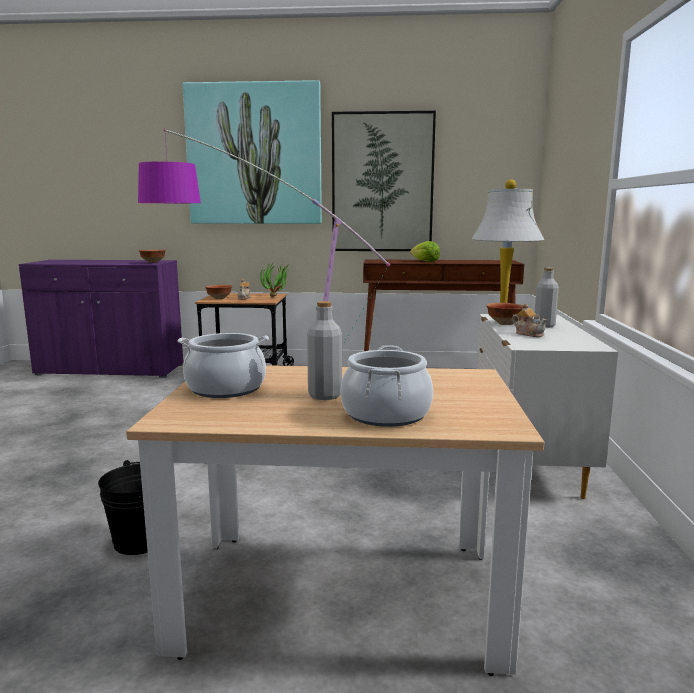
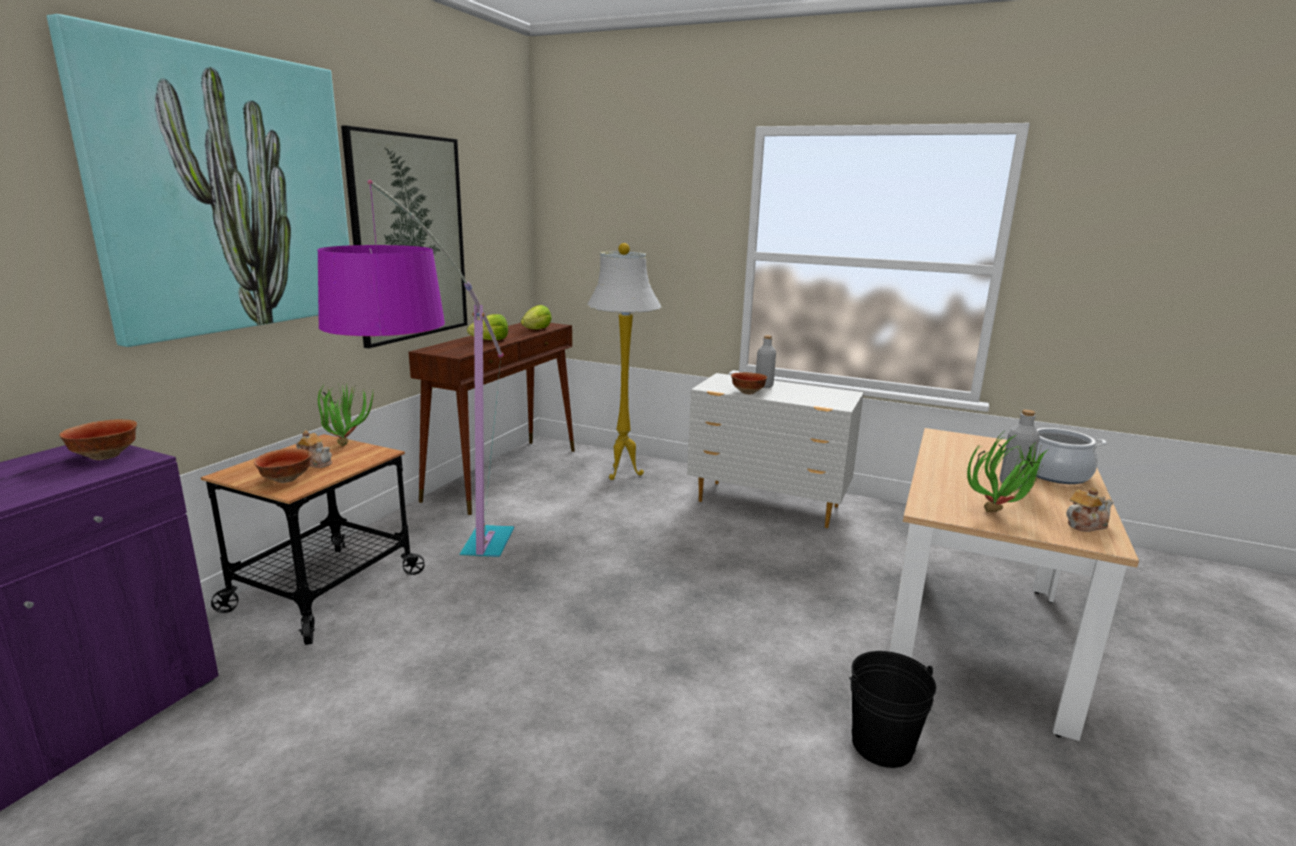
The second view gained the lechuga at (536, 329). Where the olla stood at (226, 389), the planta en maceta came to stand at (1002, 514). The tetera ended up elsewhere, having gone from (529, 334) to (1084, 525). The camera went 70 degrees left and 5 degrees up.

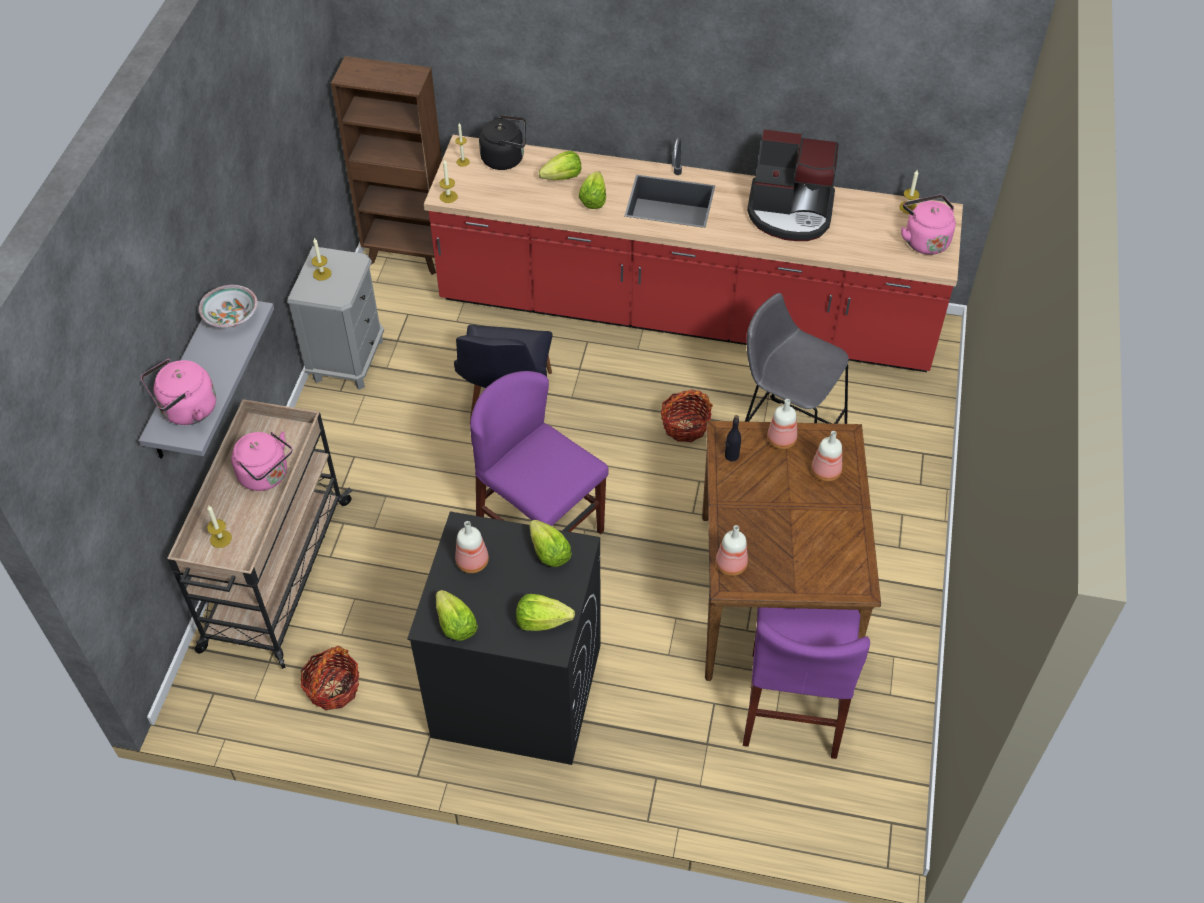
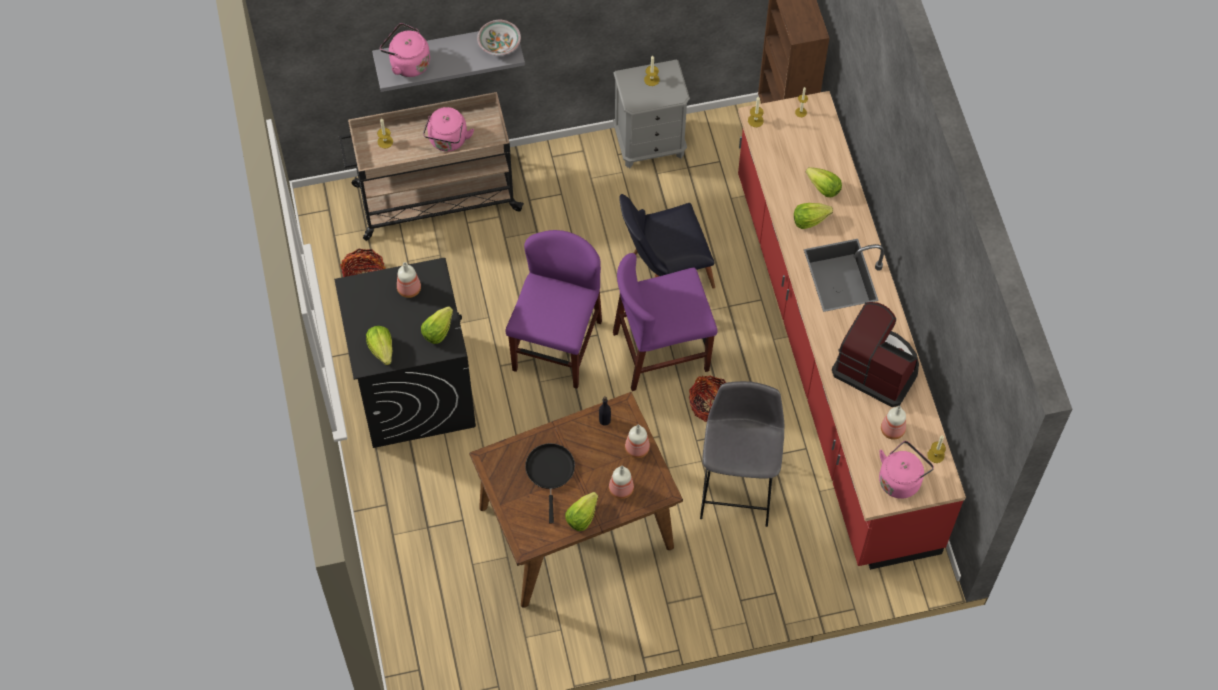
The second view gained the sartén/negro at (550, 472). The lechuga ended up elsewhere, having gone from (455, 625) to (582, 516). The silla/morado ended up elsewhere, having gone from (793, 703) to (661, 351). The cafetera at (790, 213) ended up facing another way, 135 degrees clockwise from before. The botella ended up elsewhere, having gone from (730, 566) to (891, 430). The second view lost the hervidor/negro at (506, 158). The camera went 65 degrees right and 10 degrees up.

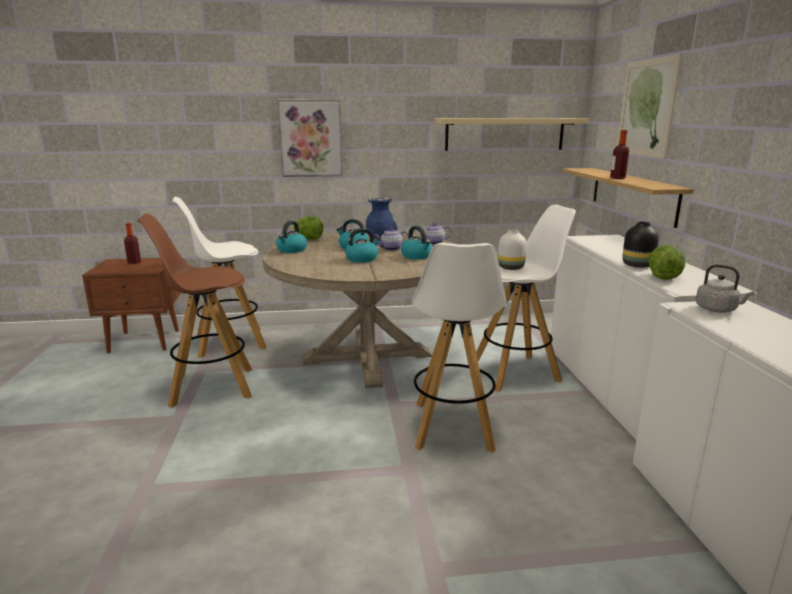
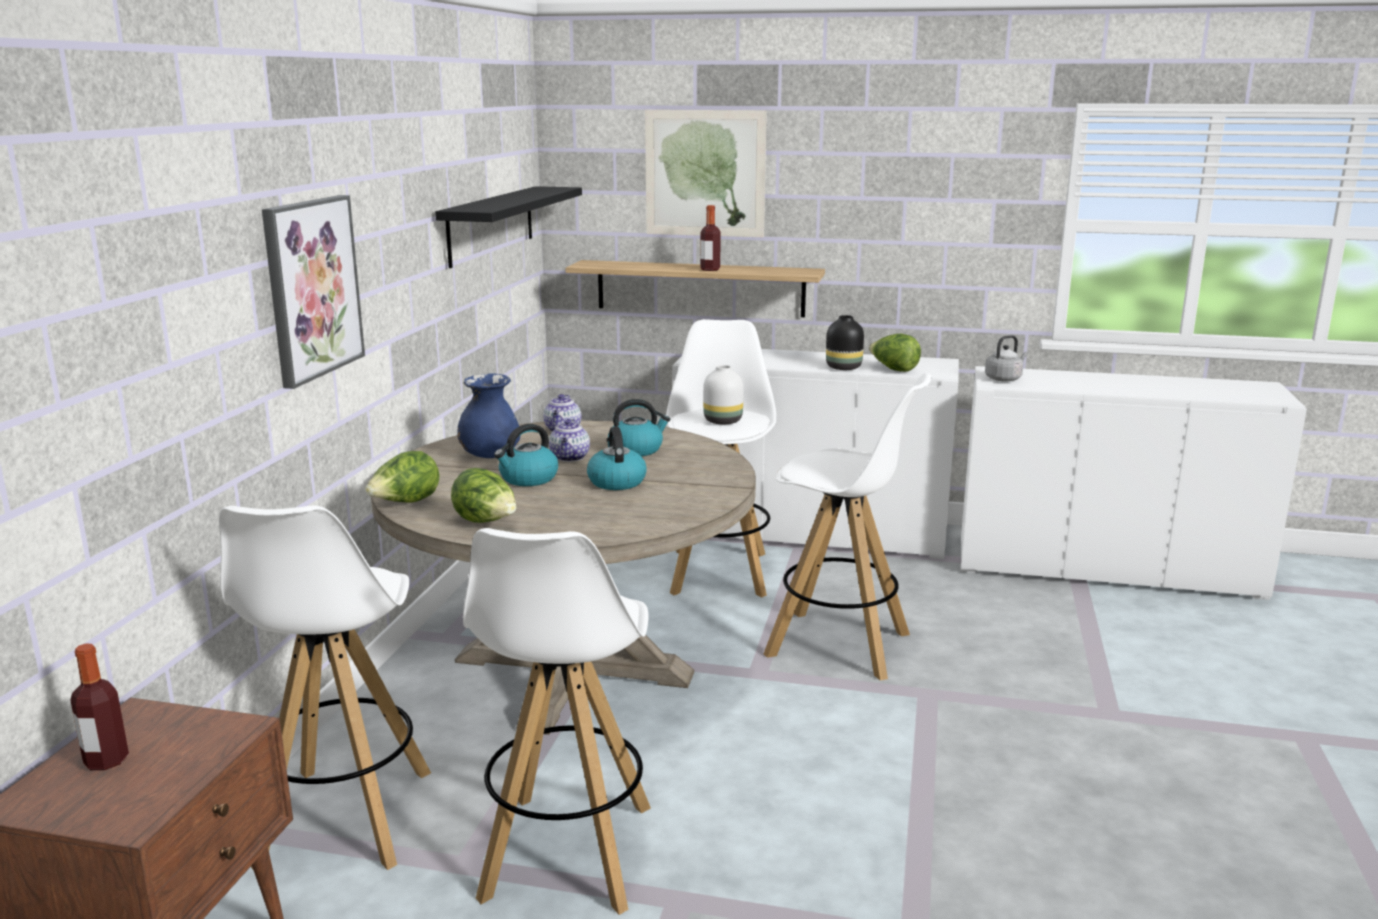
What was the estante/beis at (504, 134) turned into the estante/negro at (491, 224). Where the hervidor stood at (291, 250), the lechuga came to stand at (486, 522). What was the taburete/marrón at (211, 387) turned into the taburete/blanco at (567, 853). The camera went 70 degrees left and 0 degrees up.

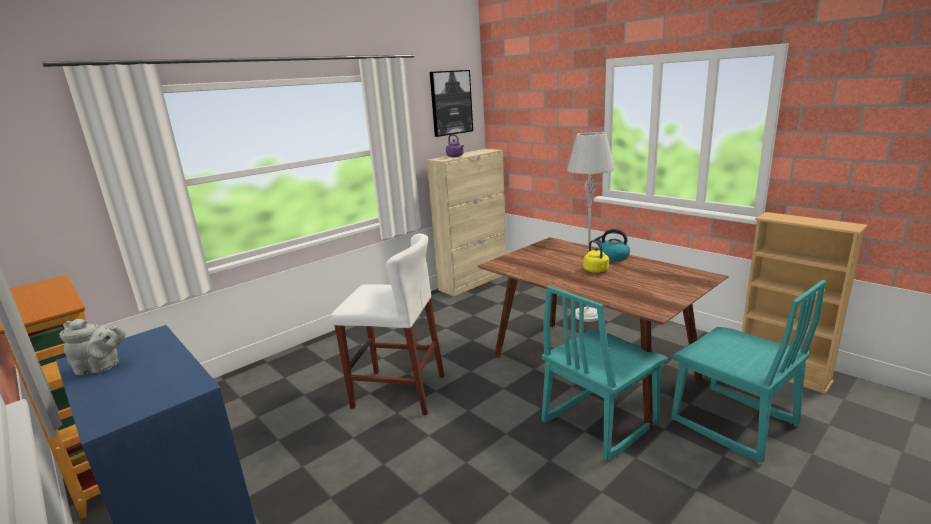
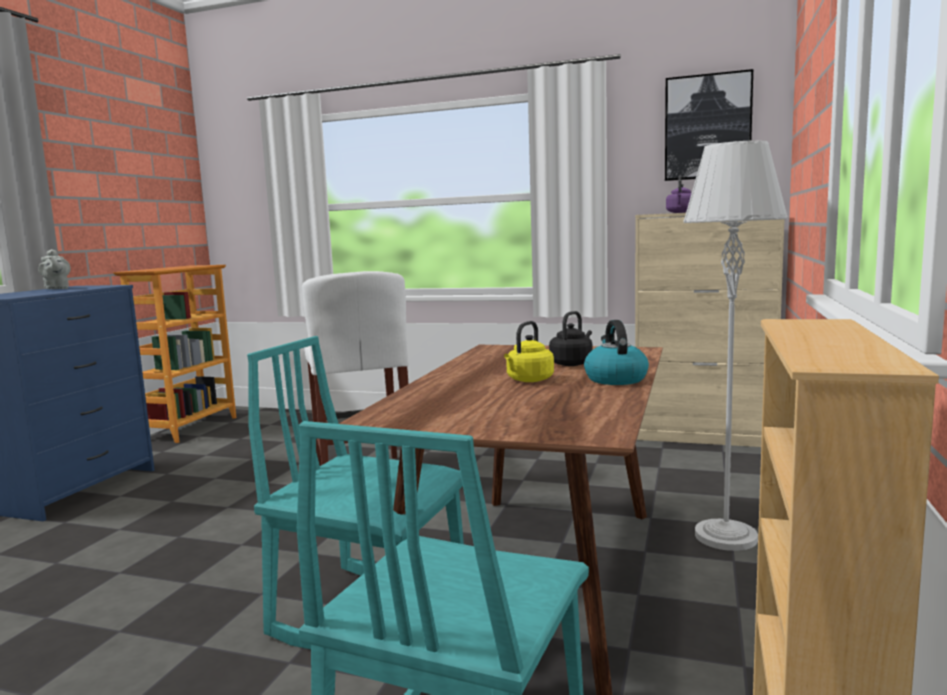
The second view gained the hervidor/negro at (572, 363). The camera went 60 degrees right and 10 degrees down.

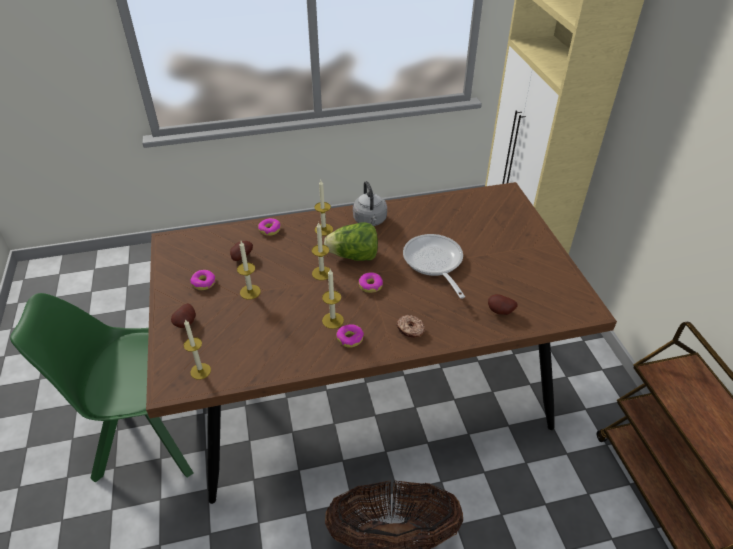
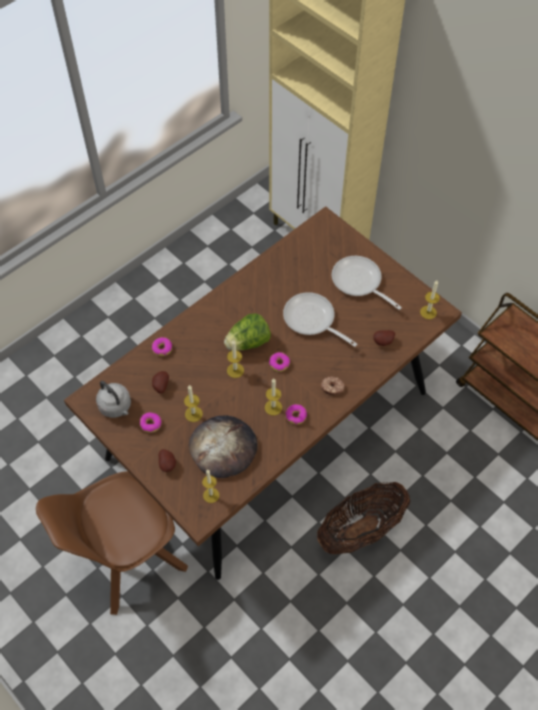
What was the silla/verde at (147, 436) turned into the silla/marrón at (127, 559). The hervidor/gris ended up elsewhere, having gone from (370, 221) to (116, 407). The second view gained the pan at (223, 448). The second view gained the sartén at (359, 282). The vela ended up elsewhere, having gone from (323, 229) to (428, 312). The camera went 30 degrees left and 15 degrees up.

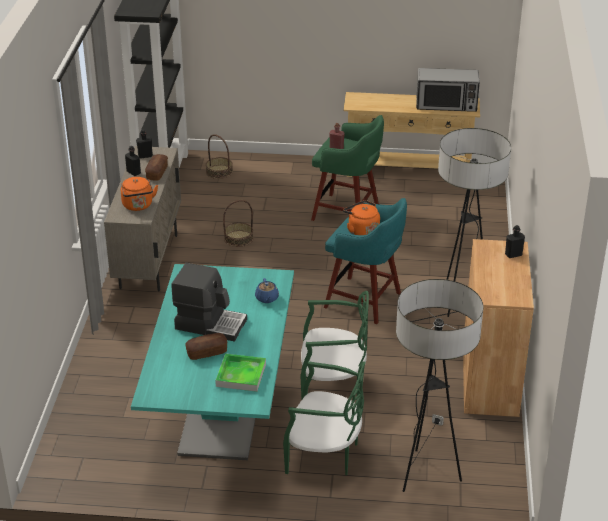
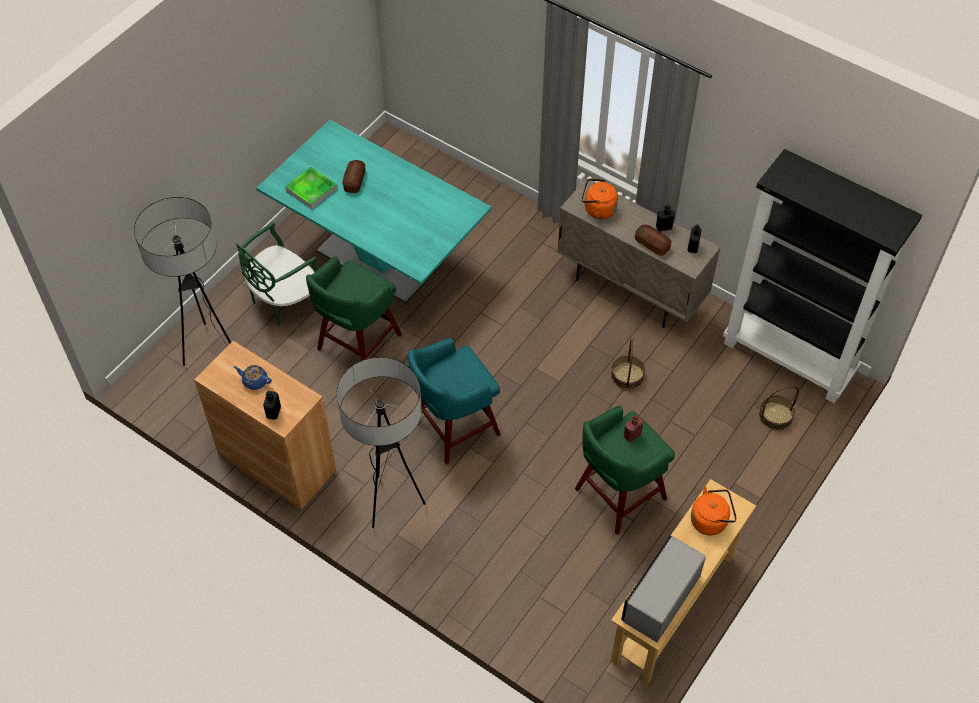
The tetera/azul ended up elsewhere, having gone from (267, 298) to (254, 381). Where the silla/verde stood at (332, 385), the taburete/verde came to stand at (357, 343). The hervidor/naranja ended up elsewhere, having gone from (361, 231) to (711, 520). The second view lost the cafetera at (210, 323). The camera went 120 degrees right and 20 degrees up.

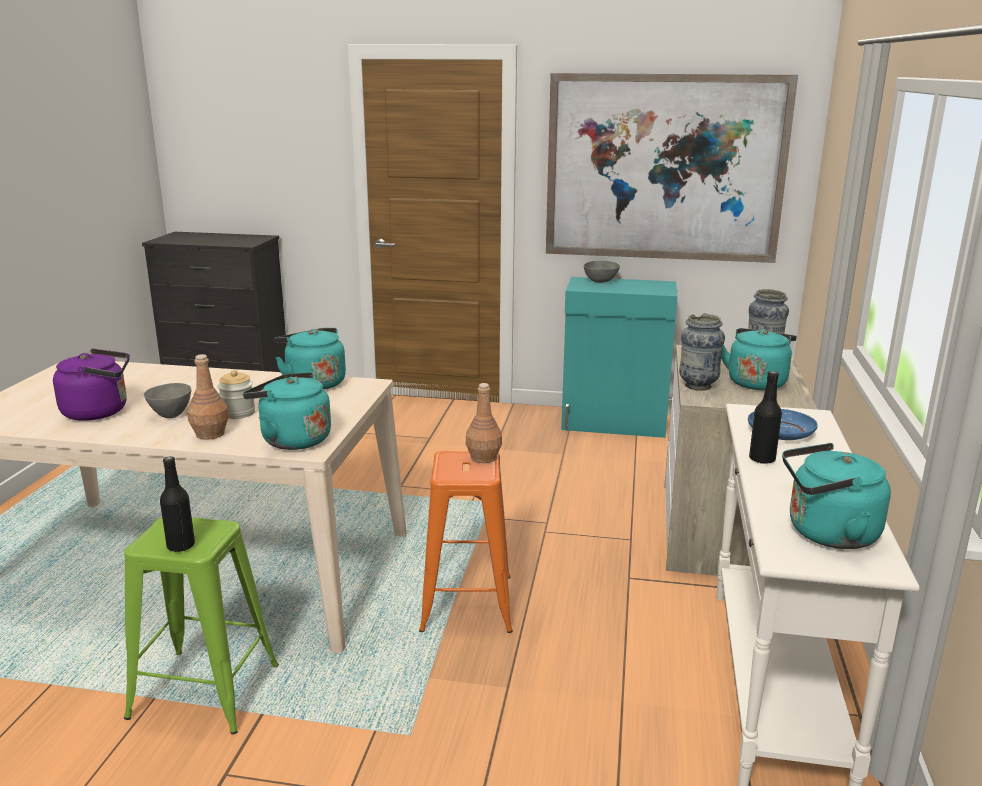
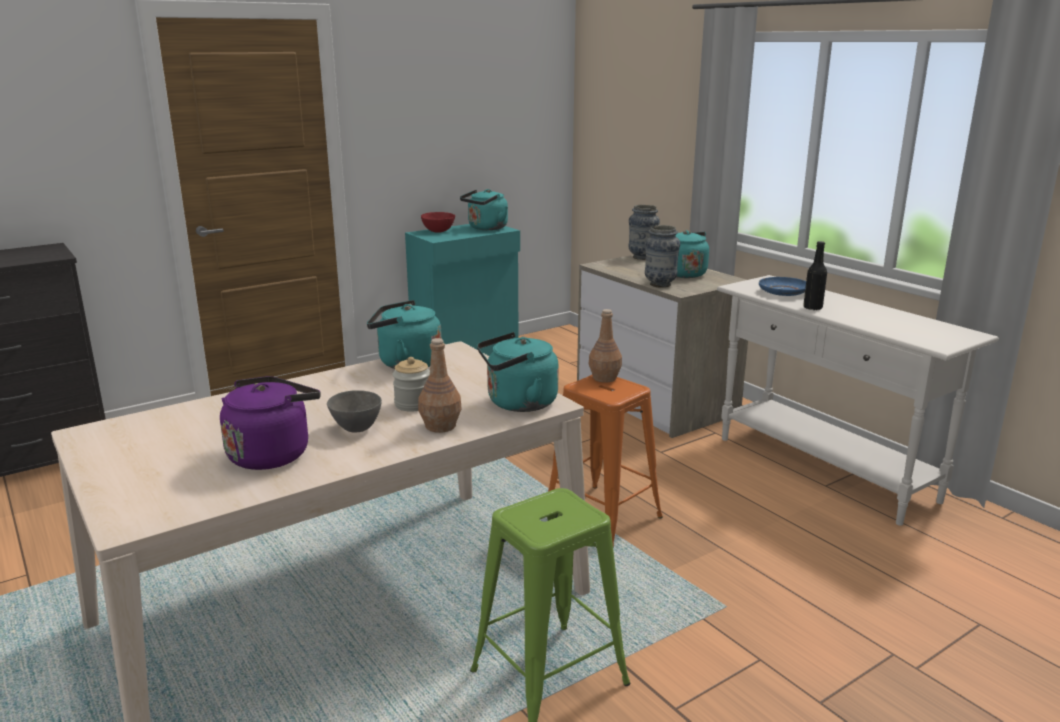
What was the cuenco/gris at (601, 281) turned into the cuenco/rojo at (438, 231). The hervidor/turquesa ended up elsewhere, having gone from (827, 534) to (486, 228). The second view lost the botella/negro at (181, 546). The second view lost the cuadro at (664, 168). The camera went 45 degrees left and 0 degrees up.

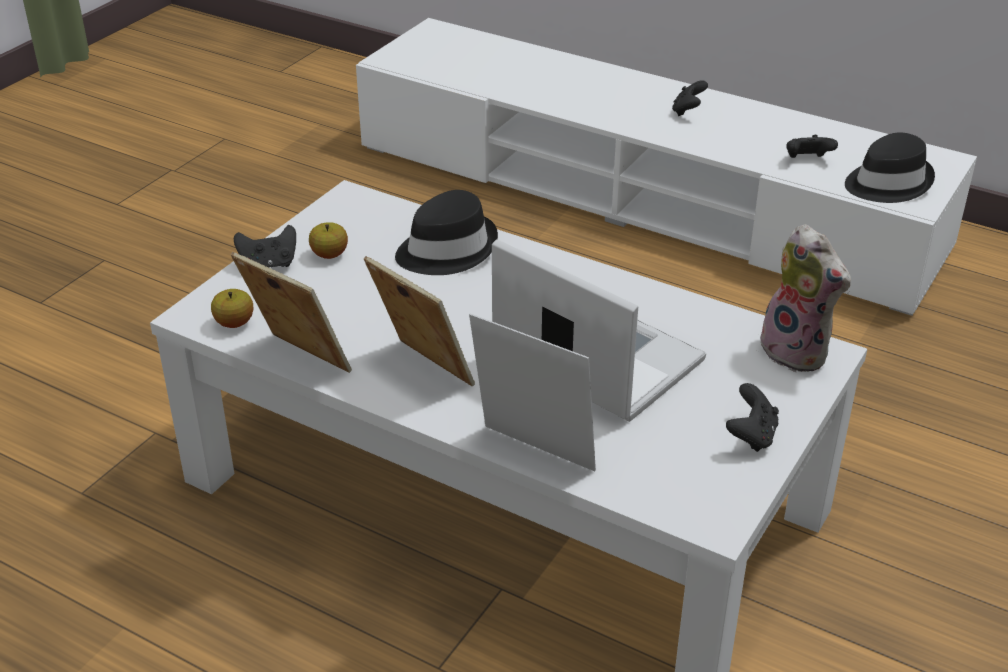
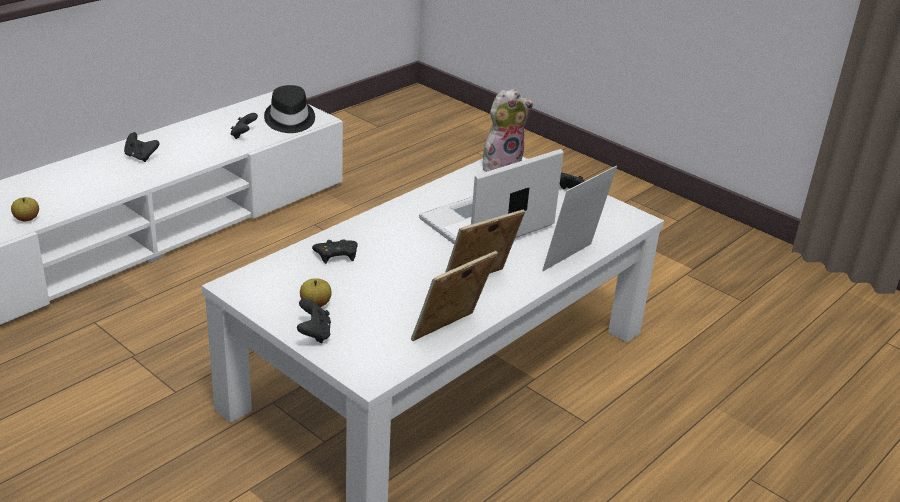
The manzana ended up elsewhere, having gone from (234, 323) to (27, 219). Where the sombrero/negro stood at (446, 249), the mando de consola/negro came to stand at (336, 255). The camera went 80 degrees left and 5 degrees down.

